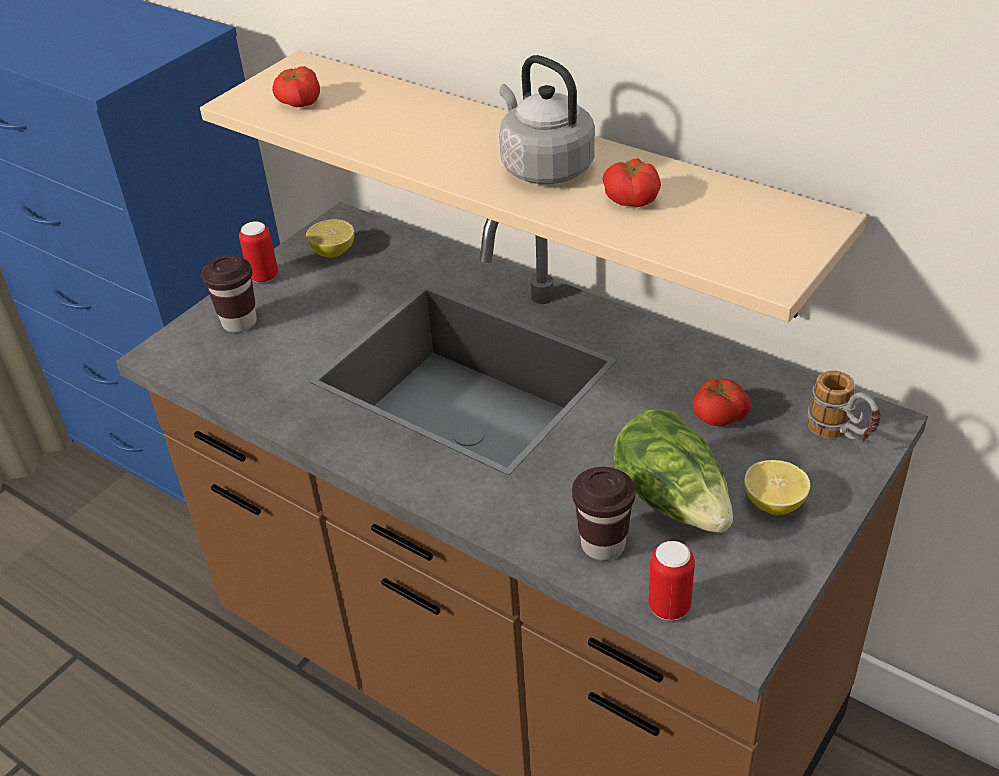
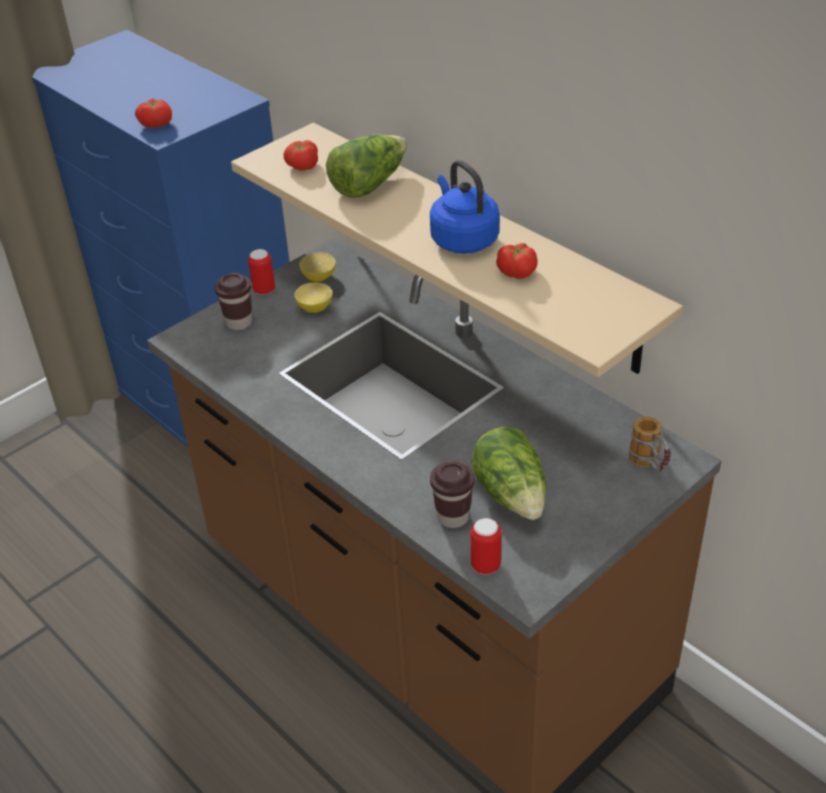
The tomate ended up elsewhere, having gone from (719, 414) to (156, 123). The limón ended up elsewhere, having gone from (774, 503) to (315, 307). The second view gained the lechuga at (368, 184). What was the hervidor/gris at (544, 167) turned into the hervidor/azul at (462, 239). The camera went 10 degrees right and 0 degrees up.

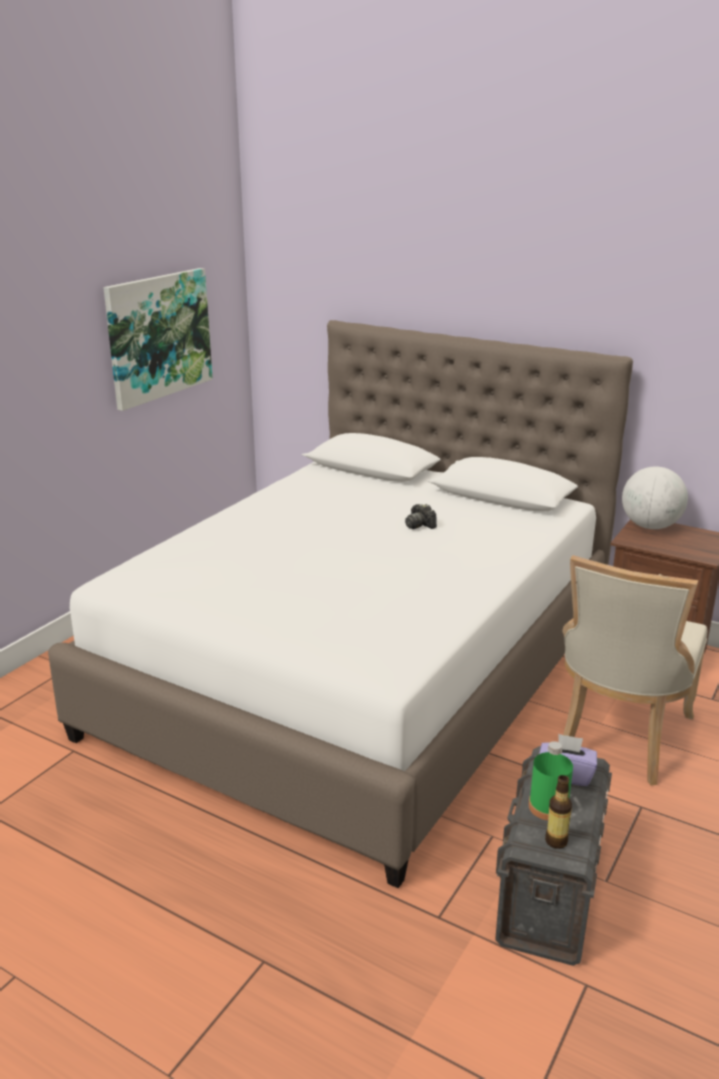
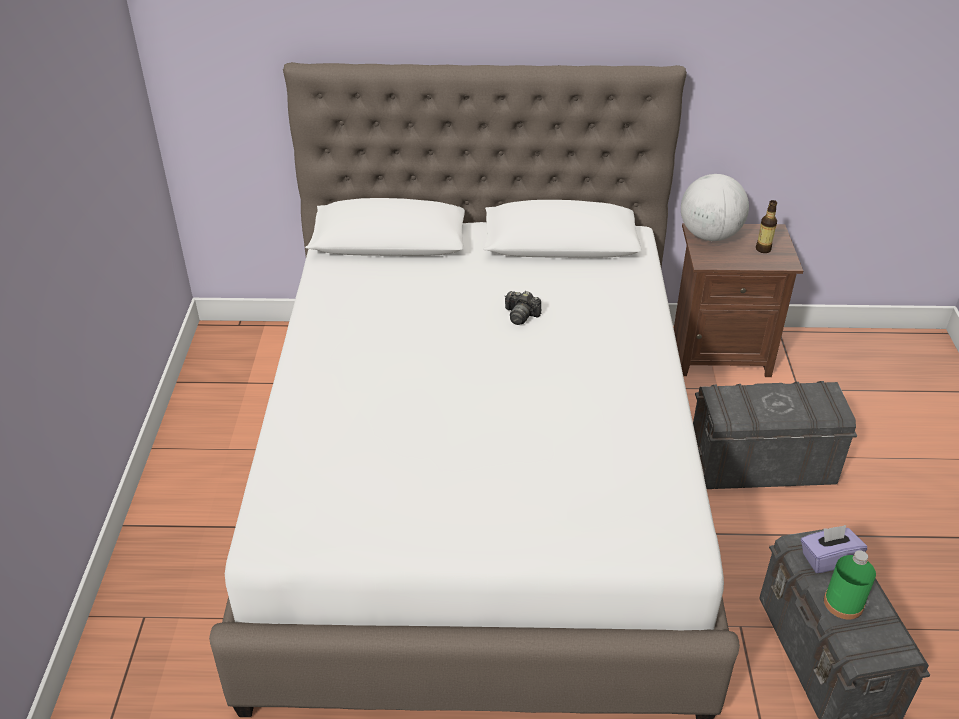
Where the silla/beis stood at (619, 738), the caja de almacenaje/gris came to stand at (759, 467). The botella ended up elsewhere, having gone from (556, 841) to (763, 249). The second view lost the cuadro at (158, 336). The camera went 30 degrees left and 15 degrees up.

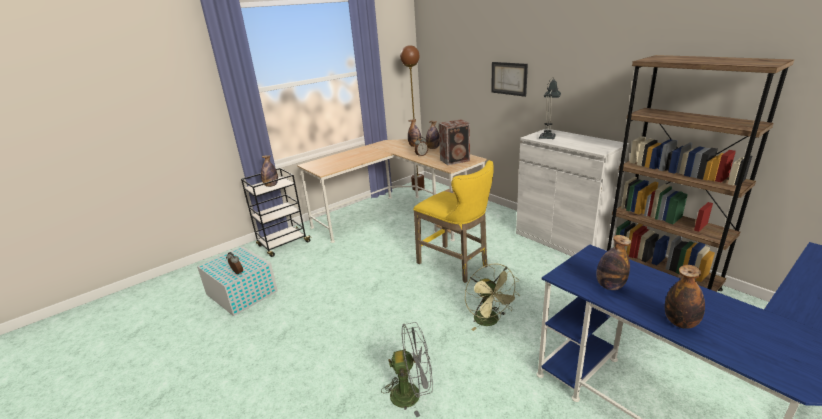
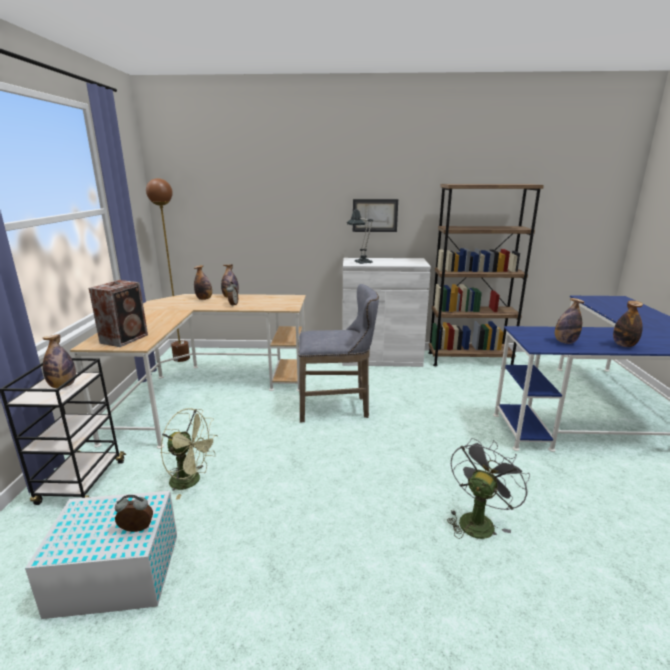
The altavoz ended up elsewhere, having gone from (456, 160) to (125, 338). The ventilador/verde ended up elsewhere, having gone from (490, 321) to (191, 481). What was the taburete/amarillo at (456, 265) turned into the taburete/gris at (337, 408). The cuadro ended up elsewhere, having gone from (509, 78) to (375, 215). The camera went 50 degrees left and 5 degrees down.

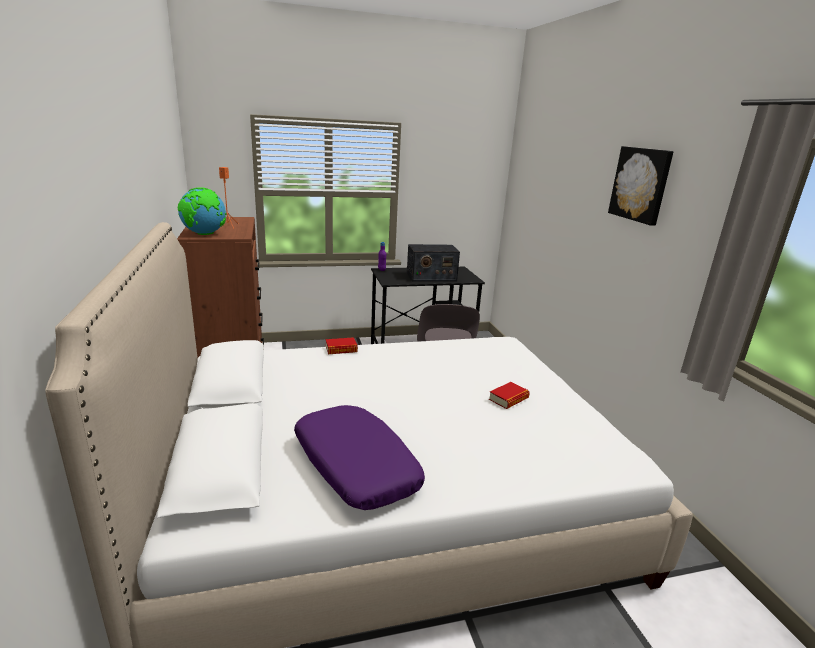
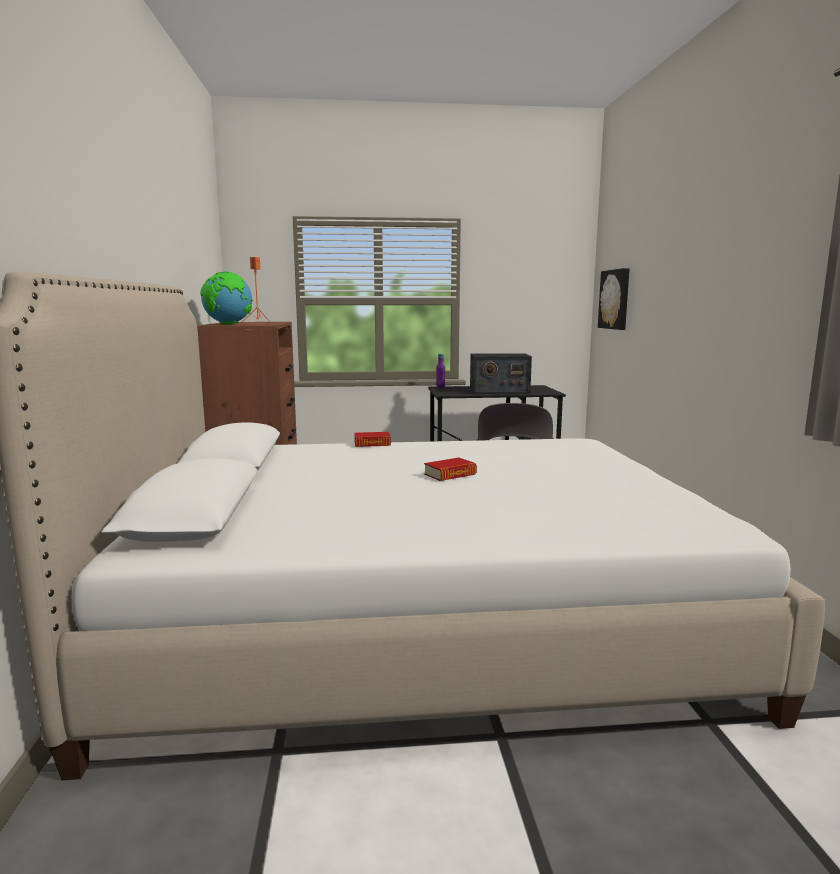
The libro ended up elsewhere, having gone from (508, 399) to (450, 474). The cuadro ended up elsewhere, having gone from (641, 184) to (615, 299). The second view lost the cojín/morado at (354, 466). The camera went 10 degrees right and 10 degrees down.

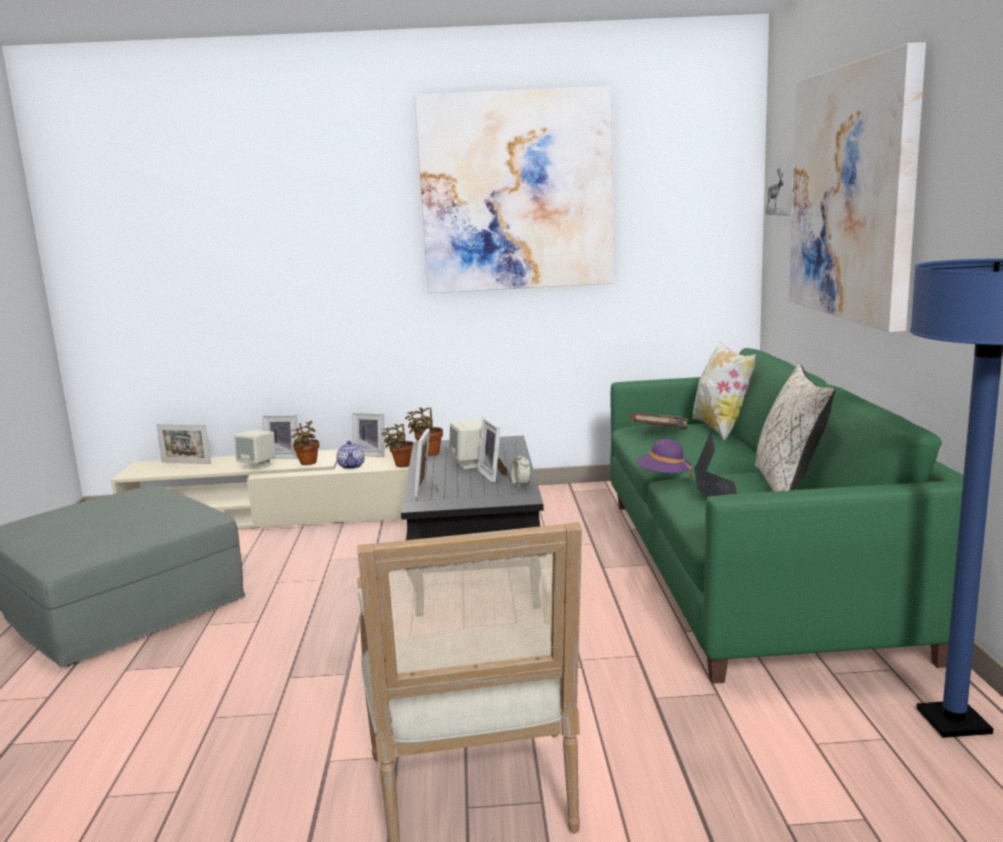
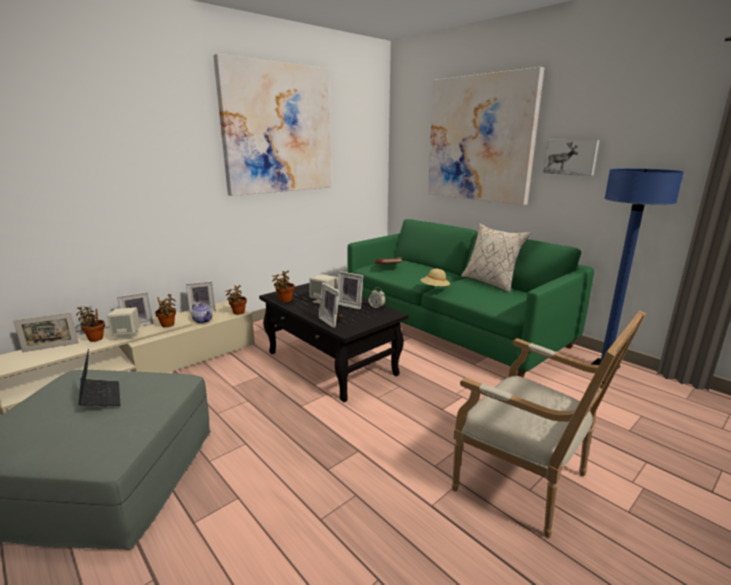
The second view gained the planta en maceta at (95, 338). The portátil ended up elsewhere, having gone from (715, 492) to (101, 397). What was the sombrero/morado at (663, 476) turned into the sombrero/beis at (434, 288). The cuadro ended up elsewhere, having gone from (785, 189) to (571, 157). The second view lost the cojín at (721, 428). The camera went 40 degrees left and 5 degrees up.

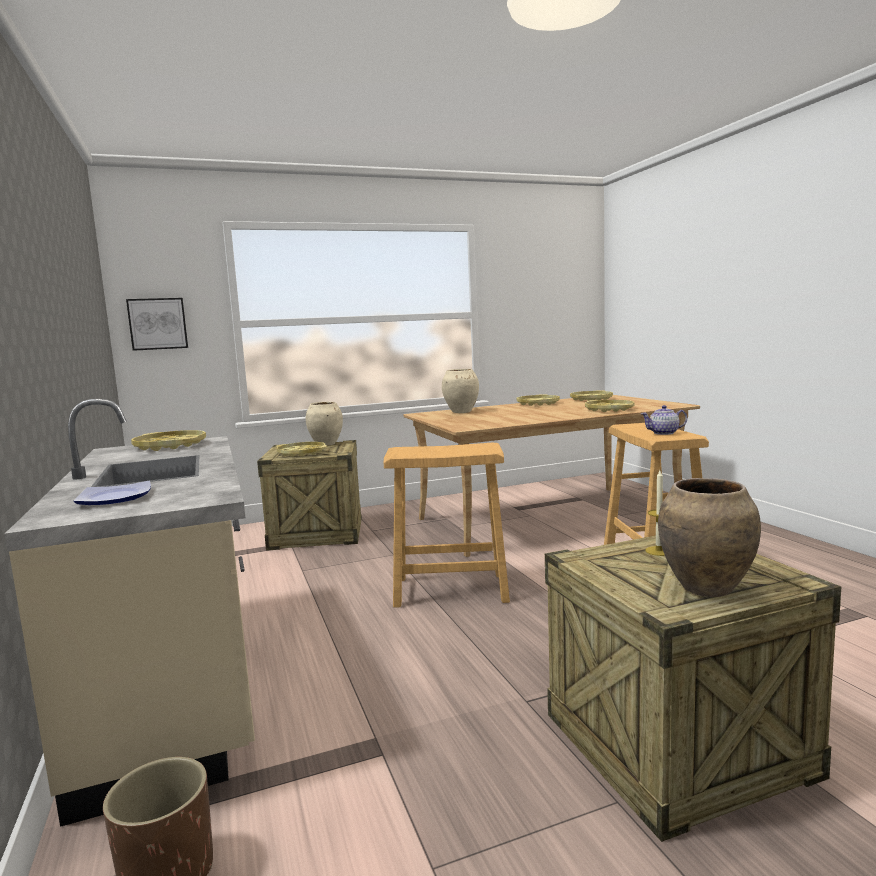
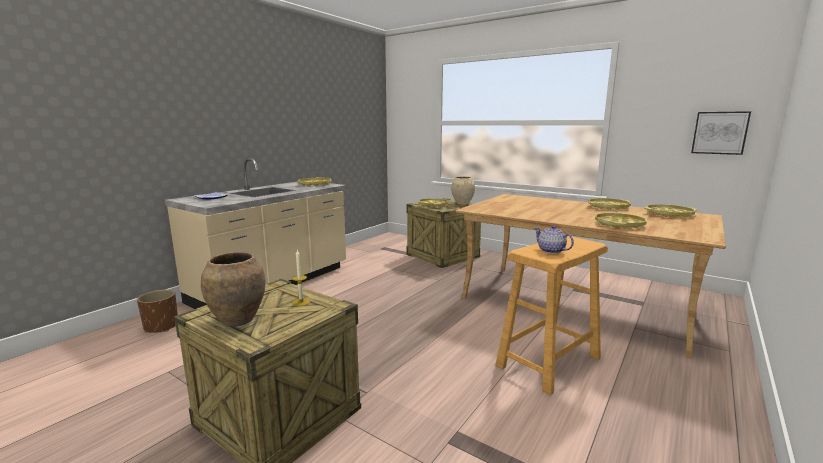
The cuadro ended up elsewhere, having gone from (158, 324) to (719, 133). The second view lost the taburete/beis at (451, 589). The second view lost the florero/beis at (462, 412). The camera went 55 degrees right and 5 degrees up.

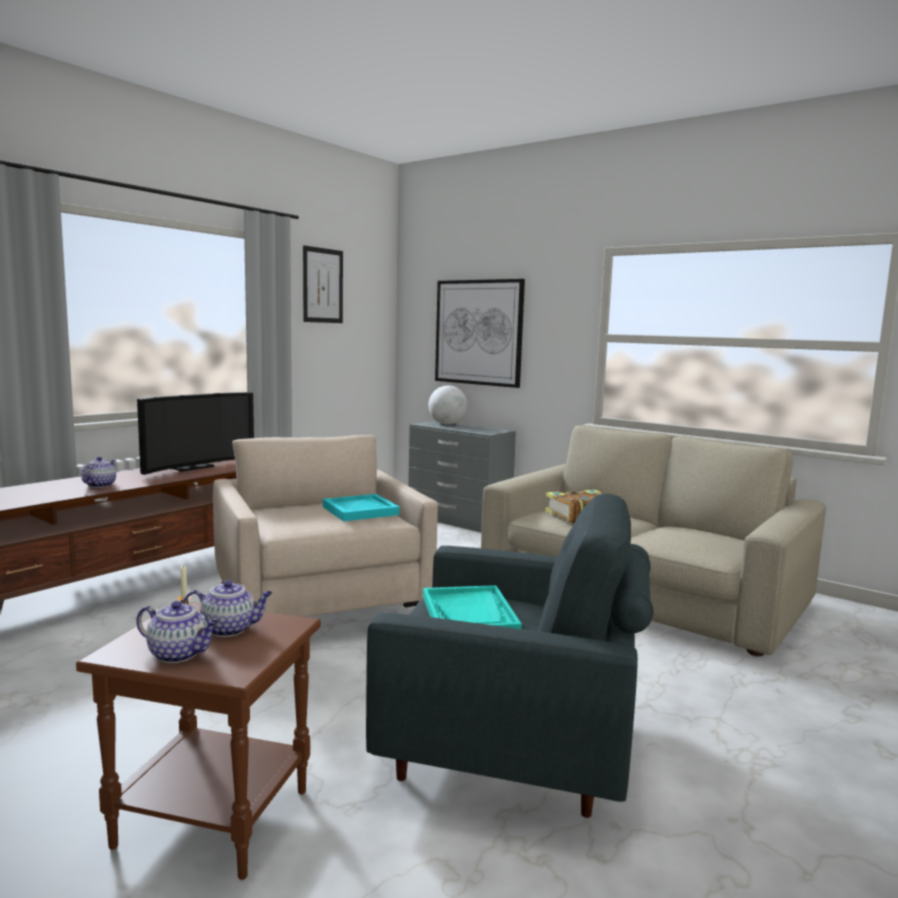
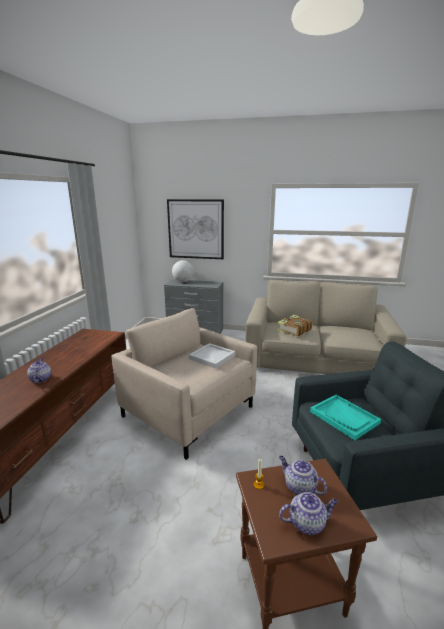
What was the bandeja/turquesa at (361, 511) turned into the bandeja/blanco at (213, 357). The tetera at (230, 629) ended up facing another way, 105 degrees counterclockwise from before. The second view lost the televisor at (191, 467). The second view lost the cuadro at (323, 285). The camera went 25 degrees left and 10 degrees up.

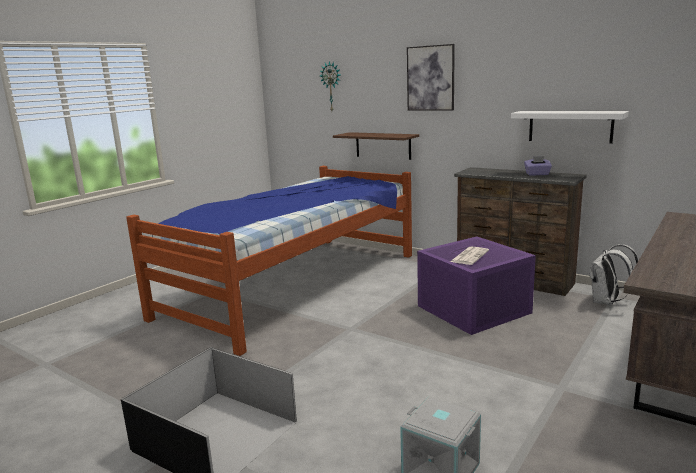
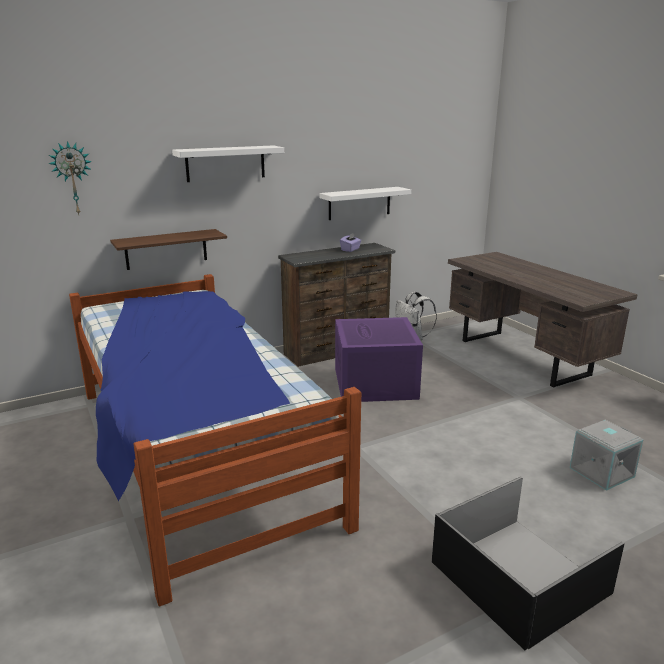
Where the cuadro hung at (430, 78), the estante/blanco came to hang at (225, 163). The second view lost the periódico at (469, 256). The camera went 65 degrees left and 5 degrees up.

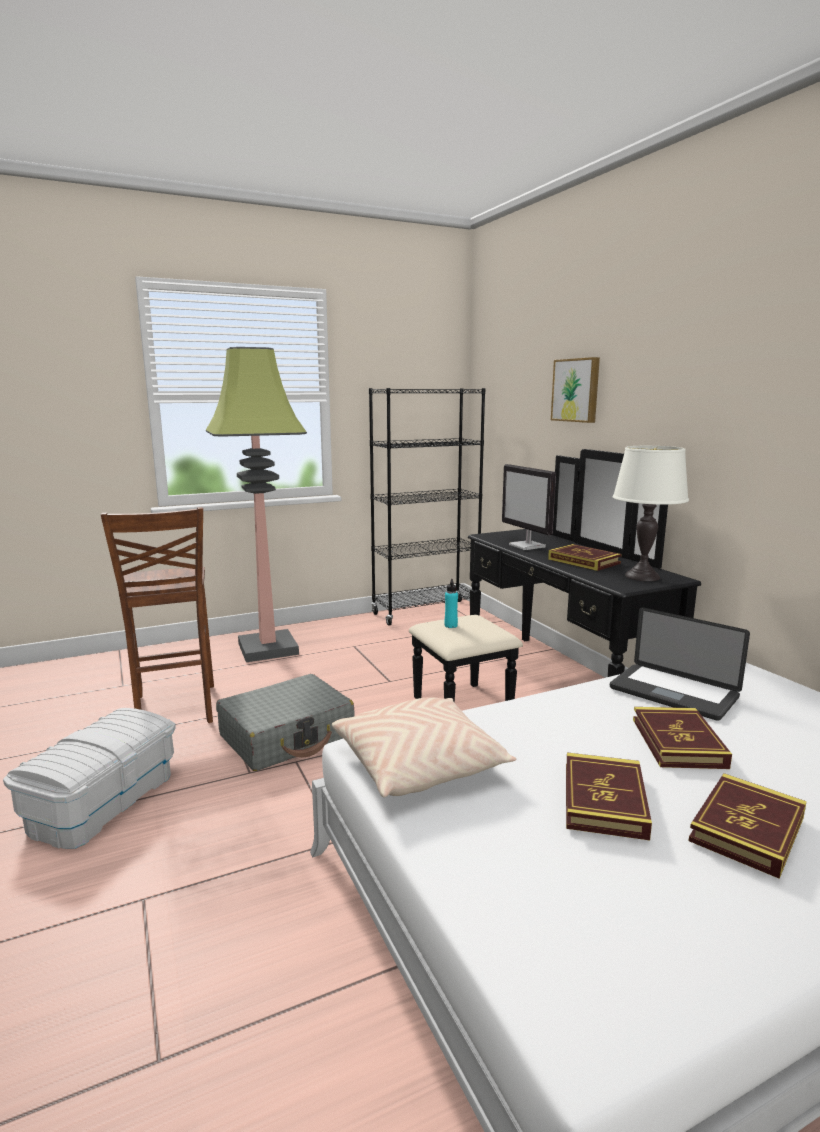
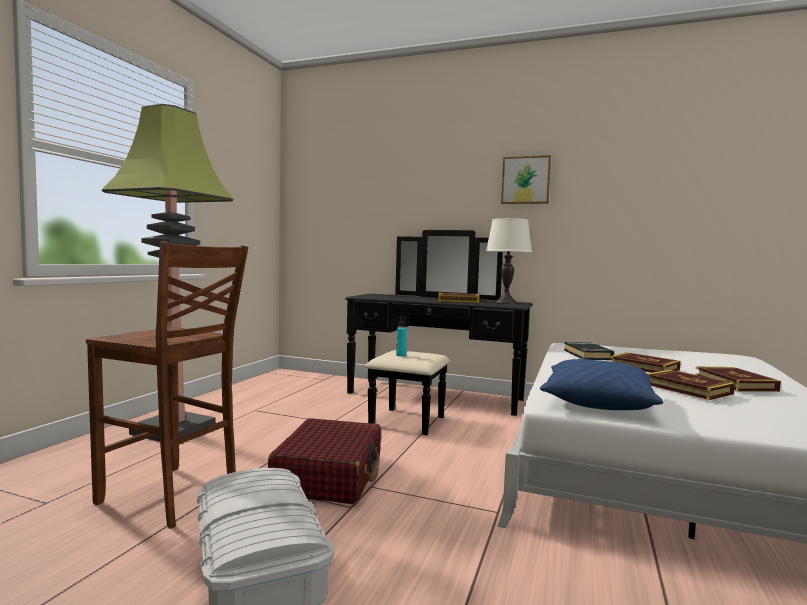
What was the maleta/gris at (287, 737) turned into the maleta/rojo at (329, 476). The cuadro ended up elsewhere, having gone from (576, 390) to (526, 180). What was the cojín/beis at (420, 765) turned into the cojín/azul at (597, 402). Where the portátil stood at (673, 693), the libro/negro came to stand at (588, 355). The second view lost the estantería/negro at (425, 612). The second view lost the monitor at (527, 546). The camera went 45 degrees left and 10 degrees down.

